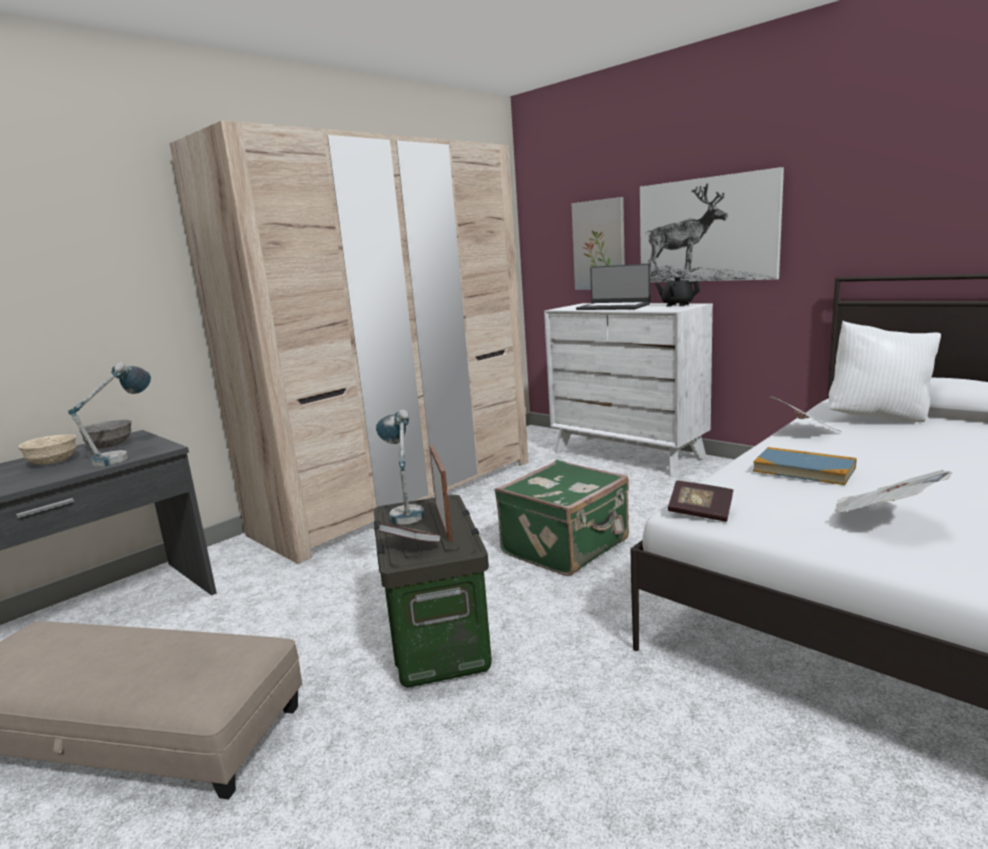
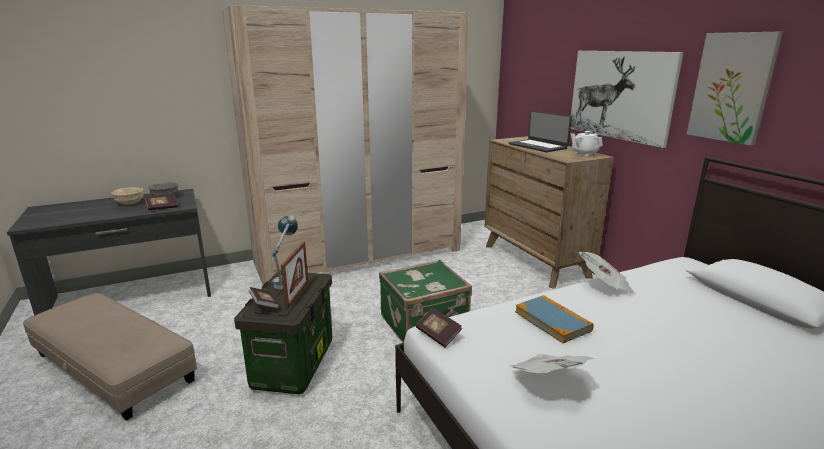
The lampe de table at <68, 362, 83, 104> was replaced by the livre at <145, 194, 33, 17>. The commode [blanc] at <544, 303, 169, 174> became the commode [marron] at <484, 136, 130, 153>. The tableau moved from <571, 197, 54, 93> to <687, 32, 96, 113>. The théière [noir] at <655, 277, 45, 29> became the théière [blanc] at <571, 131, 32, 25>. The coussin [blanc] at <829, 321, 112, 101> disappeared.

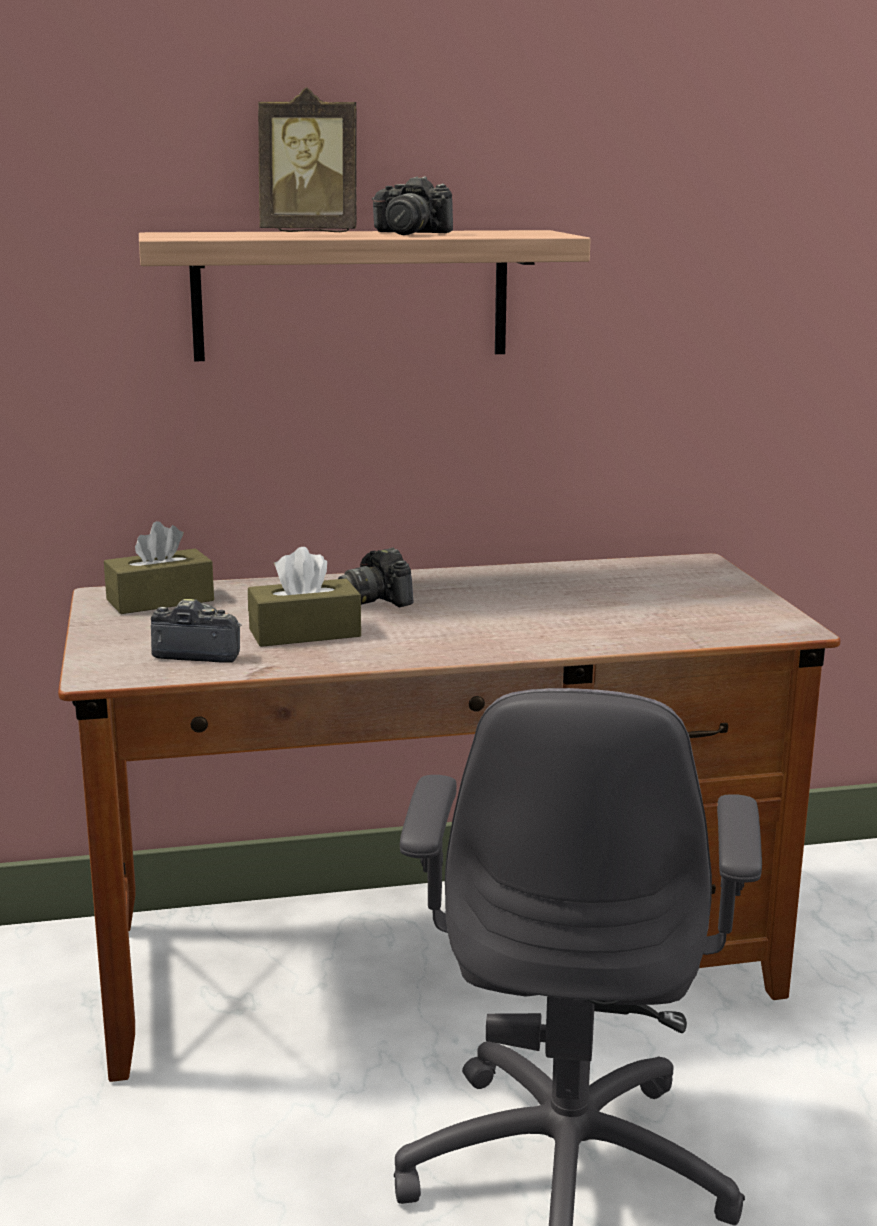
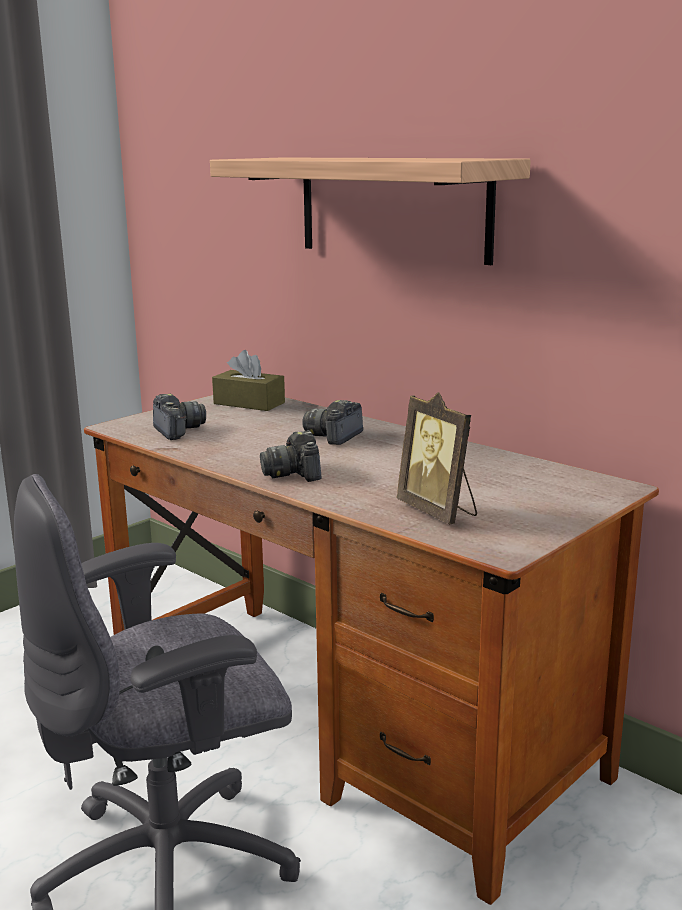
The boîte à mouchoirs [marron] at <248, 547, 113, 100> disappeared. The cadre photo moved from <258, 87, 99, 145> to <396, 392, 81, 132>. The appareil photo moved from <372, 176, 81, 59> to <260, 430, 61, 52>.

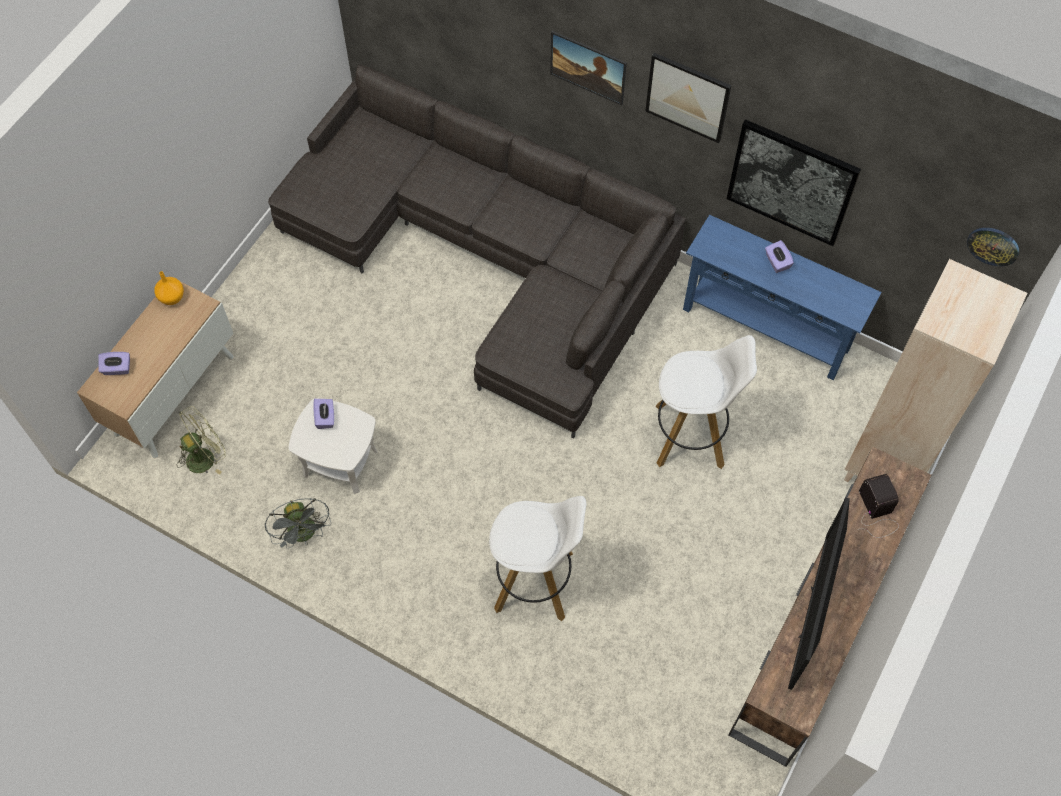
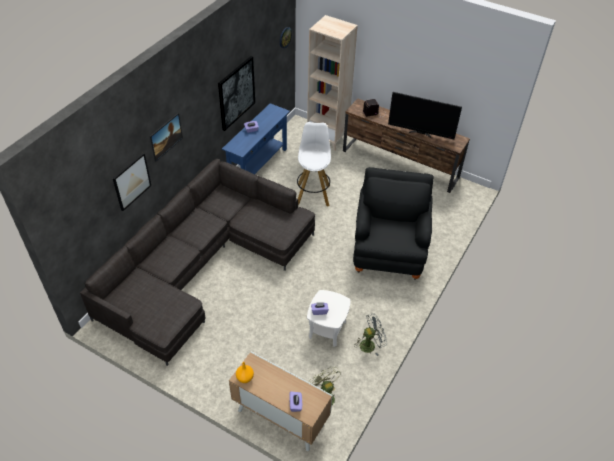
The tabouret [blanc] at <489, 496, 98, 125> was replaced by the fauteuil [noir] at <353, 167, 81, 113>. The tableau moved from <645, 53, 86, 90> to <112, 153, 39, 58>.

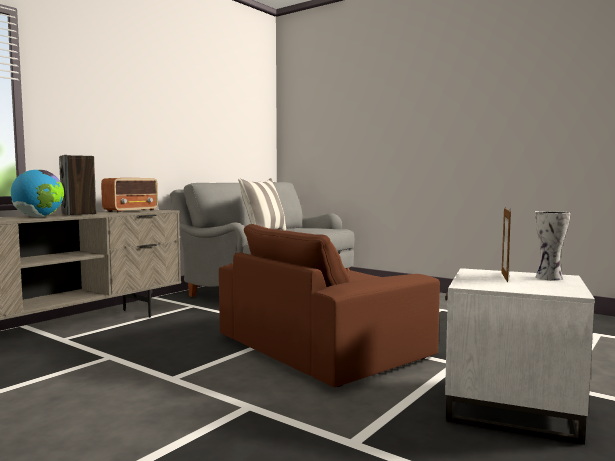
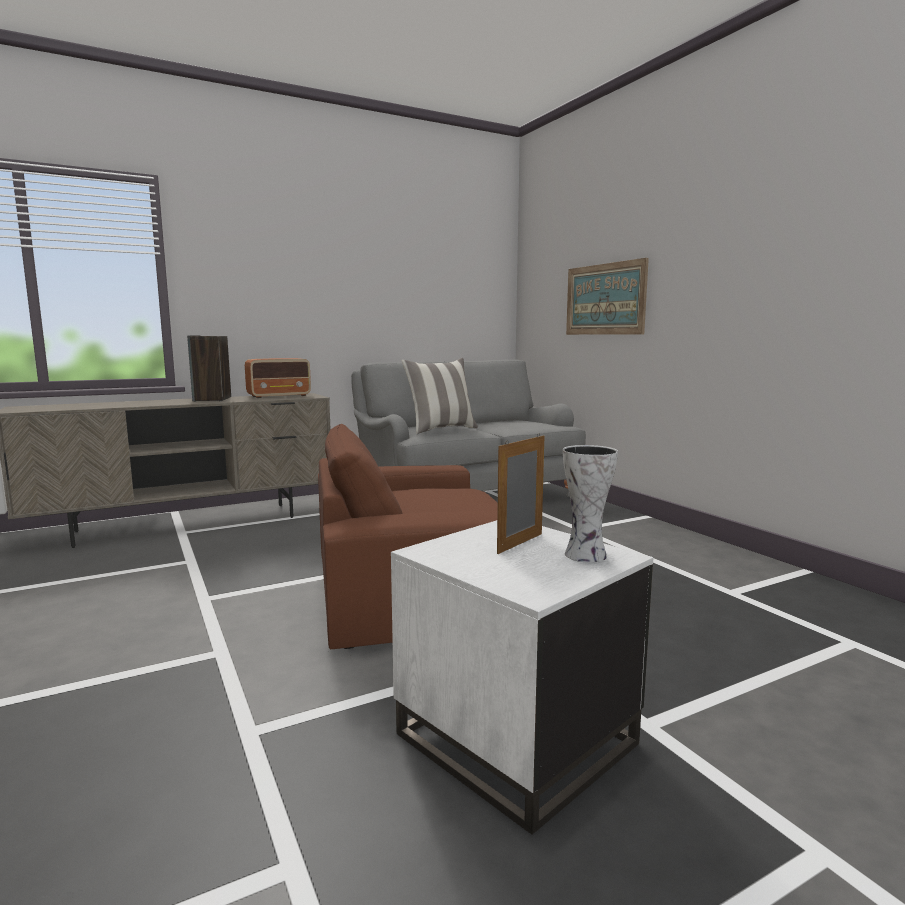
The globe at <11, 170, 53, 47> disappeared. The tableau at <566, 258, 83, 77> appeared.

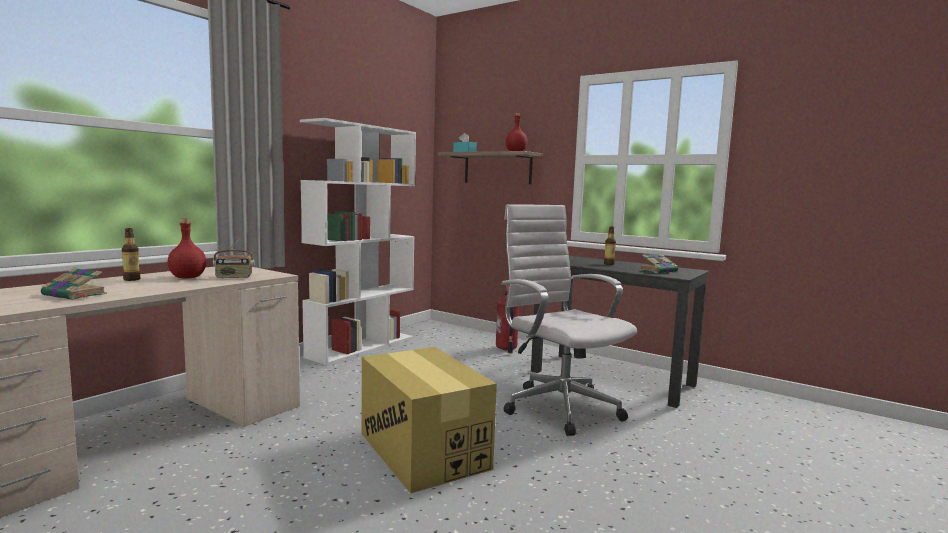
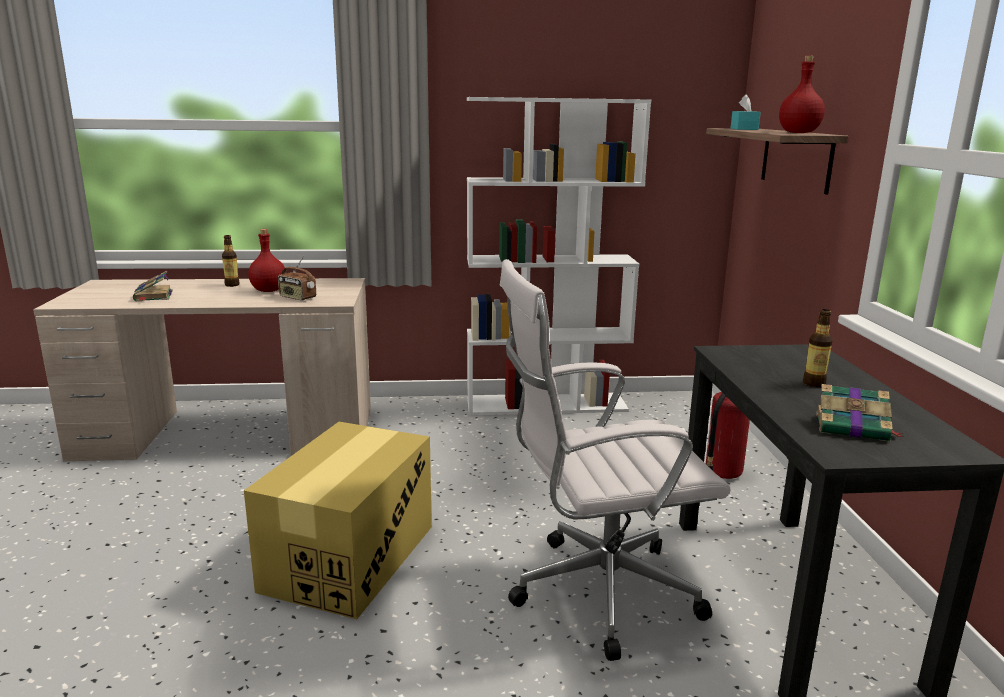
The chaise de bureau [blanc] at <501, 204, 136, 232> turned 120 degrees counterclockwise.

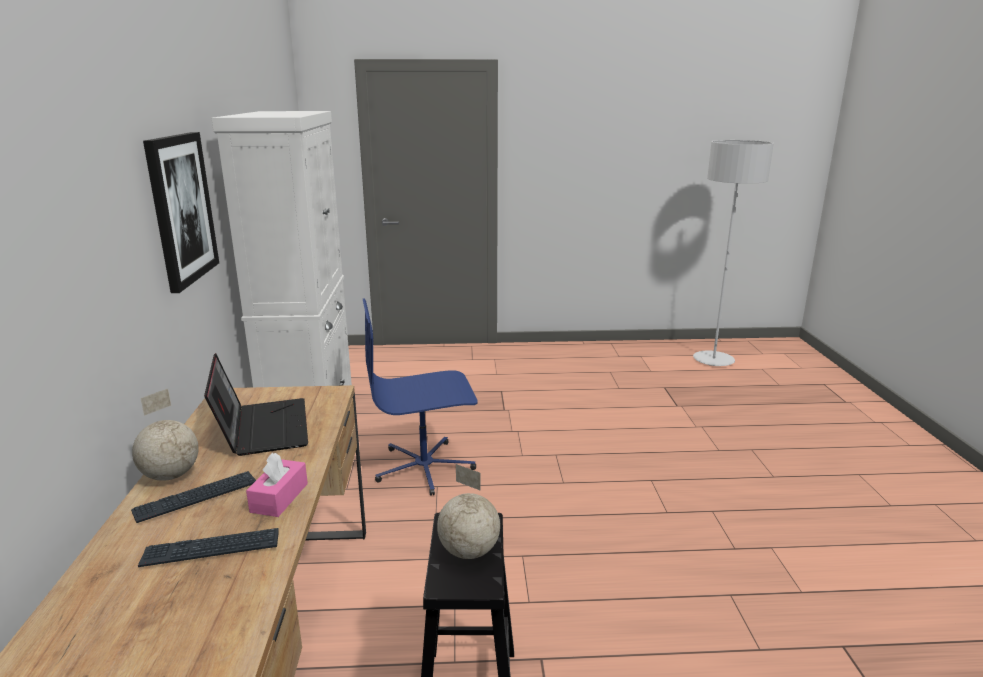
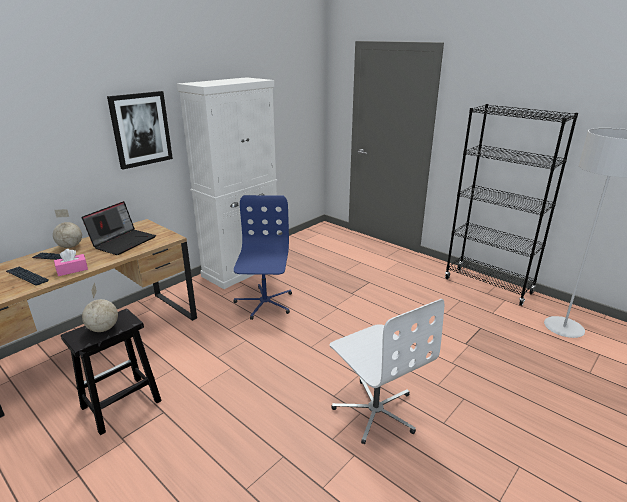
The chaise de bureau [bleu] at <362, 298, 116, 198> turned 60 degrees clockwise. The chaise de bureau [blanc] at <330, 299, 114, 145> appeared. The bibliothèque [noir] at <445, 104, 133, 202> appeared.

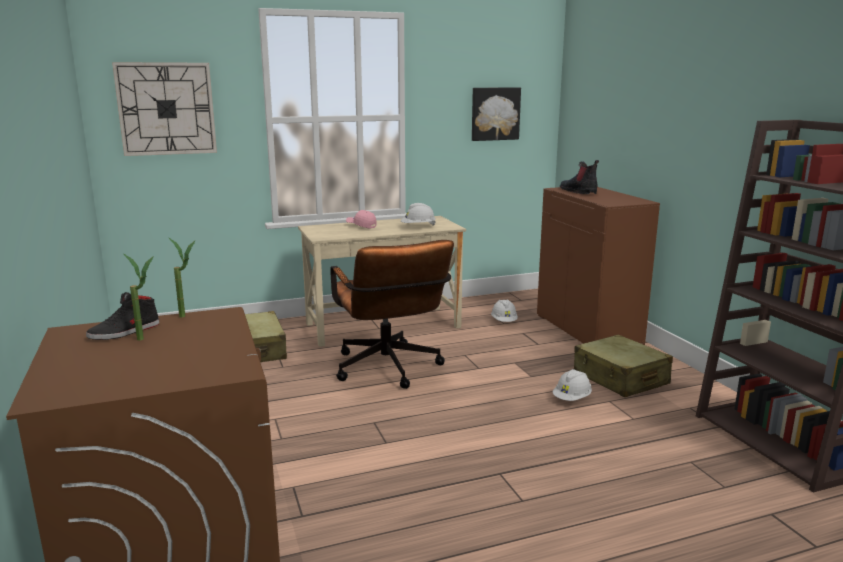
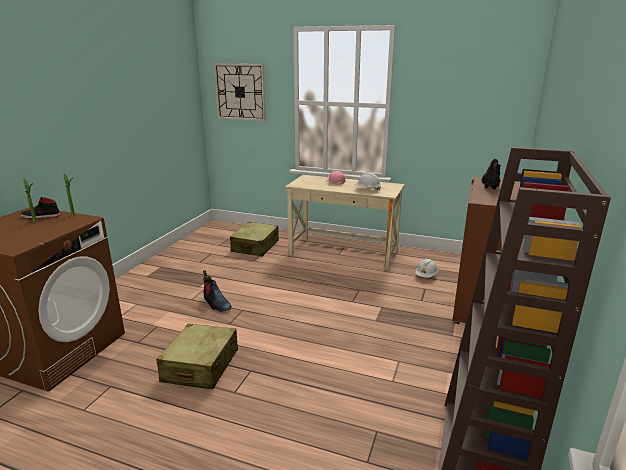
The chaise de bureau [marron] at <330, 240, 124, 149> disappeared. The tableau at <472, 87, 49, 54> disappeared. The casque de chantier [blanc] at <553, 369, 39, 32> disappeared. The valise [beige] moved from <574, 334, 99, 63> to <156, 324, 82, 65>. The botte at <203, 270, 29, 42> appeared.

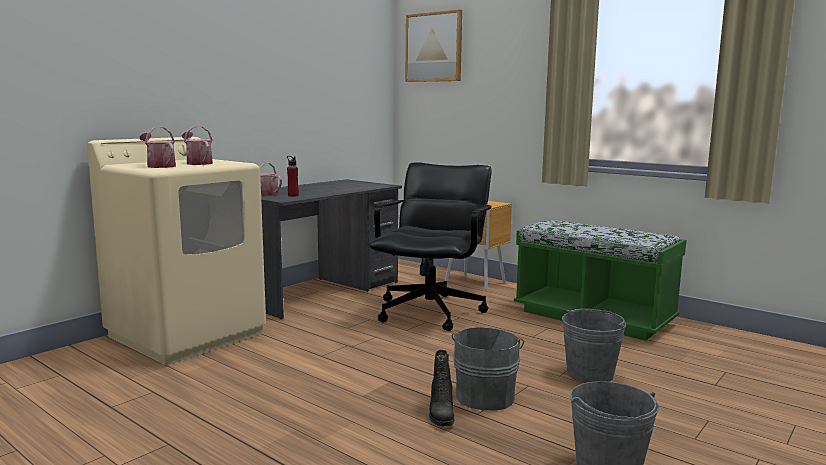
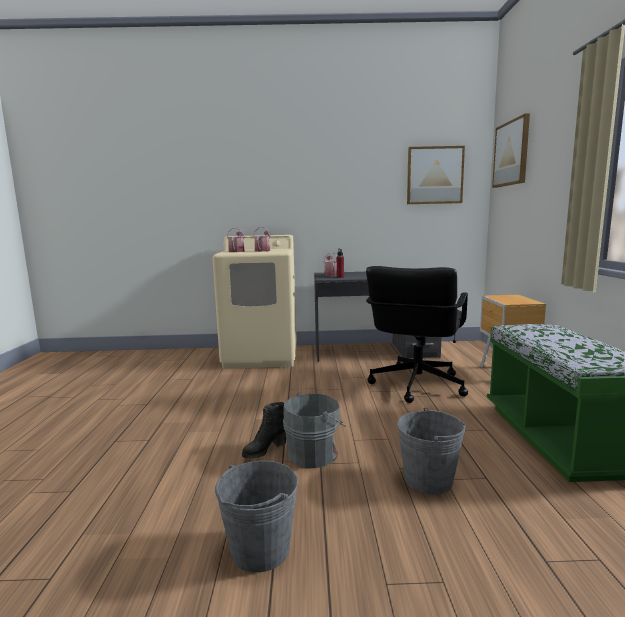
The chaise de bureau [noir] at <369, 162, 123, 169> turned 135 degrees clockwise. The tableau at <407, 146, 58, 58> appeared.

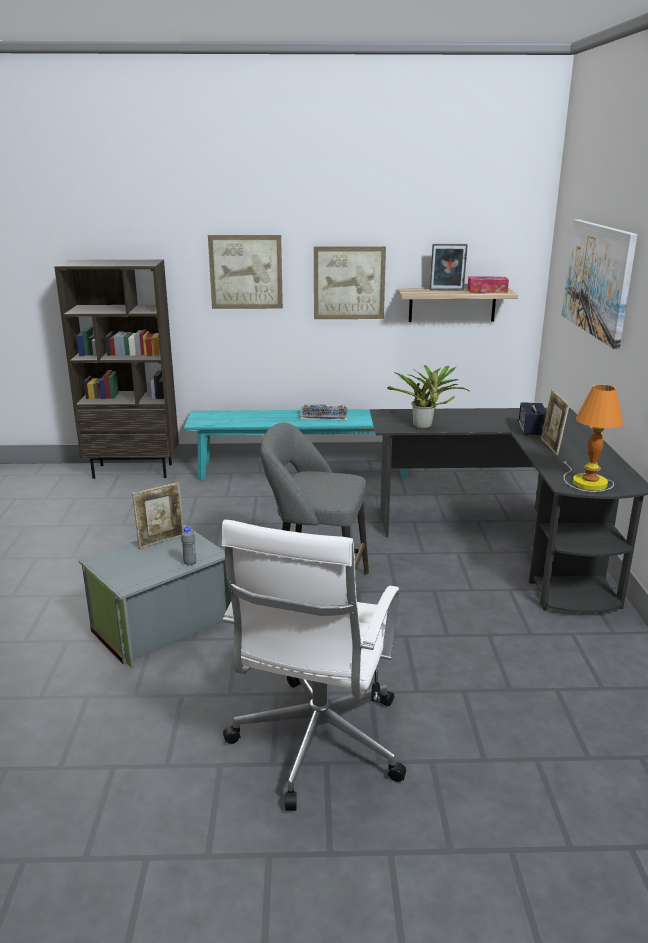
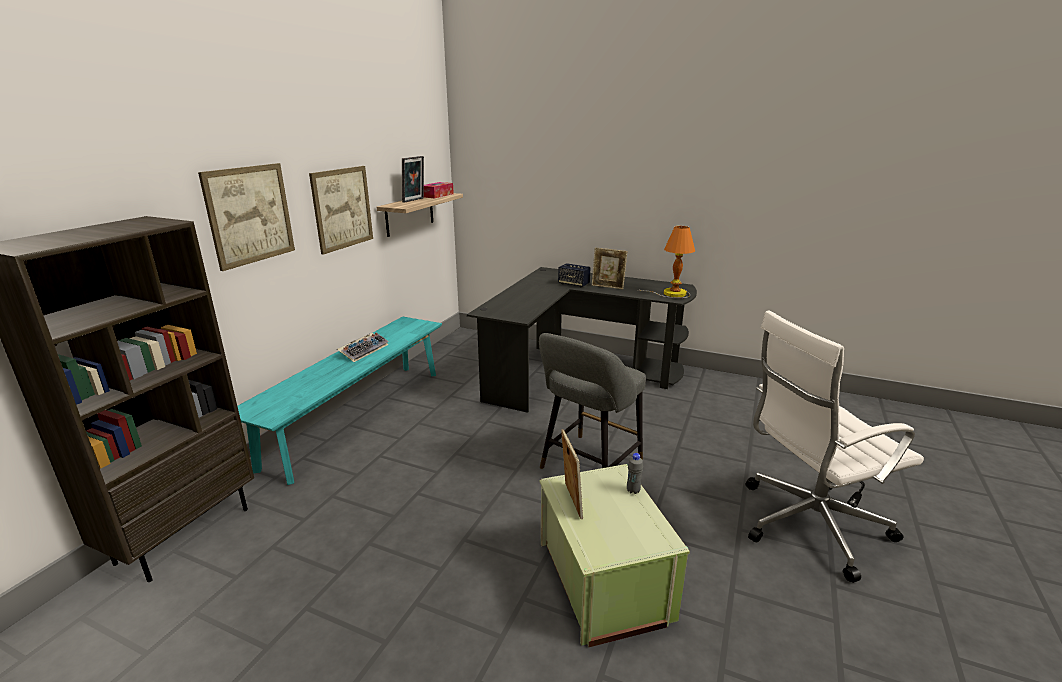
The boîte de rangement [gris] at <78, 525, 153, 144> became the boîte de rangement [vert] at <540, 464, 150, 183>. The chaise de bureau [blanc] at <222, 520, 184, 291> turned 120 degrees clockwise. The plante en pot at <387, 365, 82, 64> disappeared. The tableau at <562, 219, 75, 130> disappeared.

